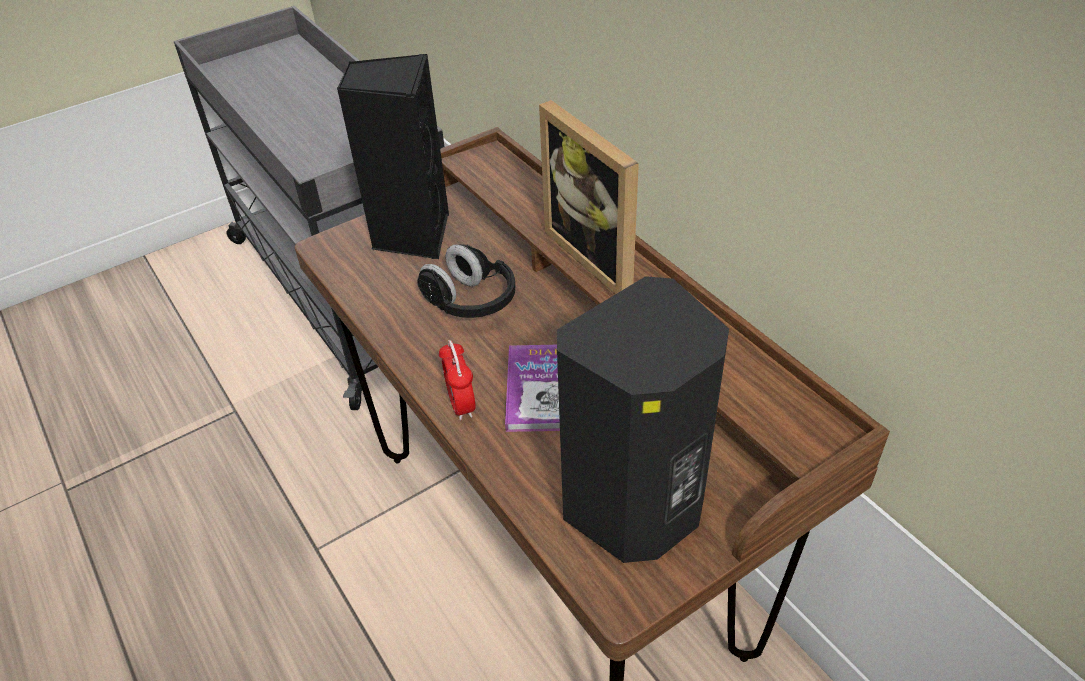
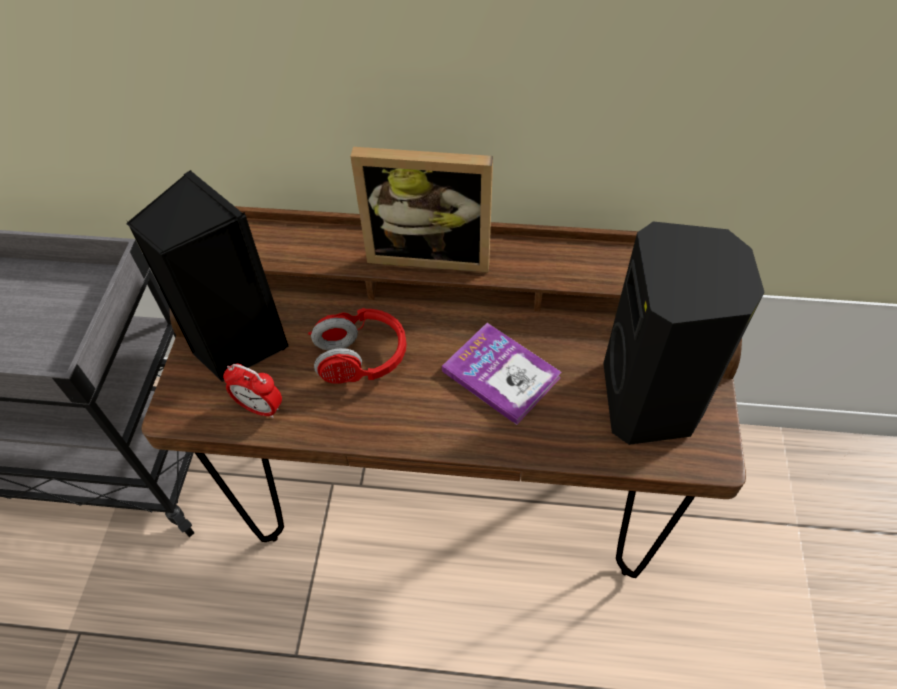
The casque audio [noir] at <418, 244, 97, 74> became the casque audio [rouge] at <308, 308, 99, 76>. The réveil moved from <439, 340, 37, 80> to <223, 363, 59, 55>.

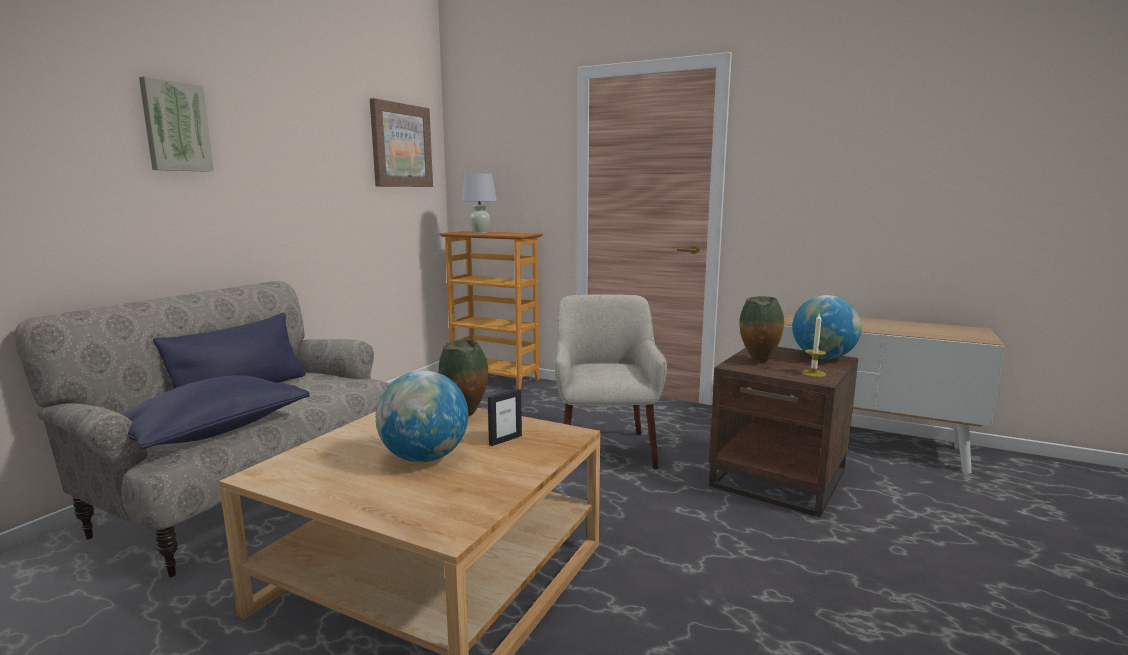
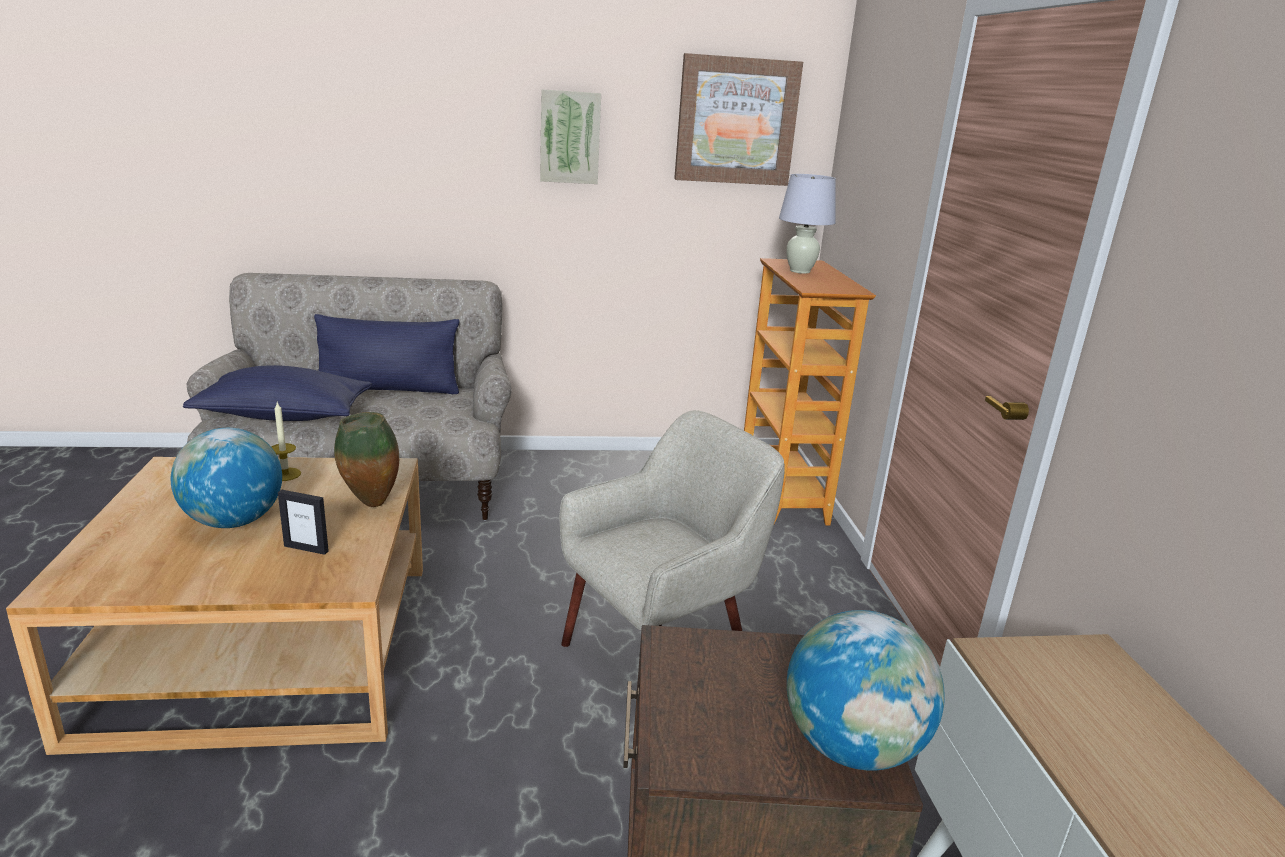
The tableau moved from <139, 76, 75, 96> to <540, 89, 61, 95>. The vase at <739, 296, 45, 67> disappeared. The bougie moved from <801, 313, 25, 64> to <271, 402, 30, 79>.

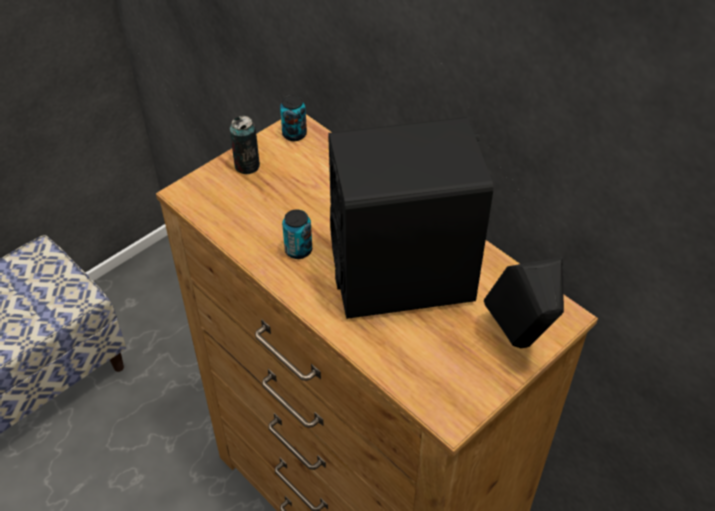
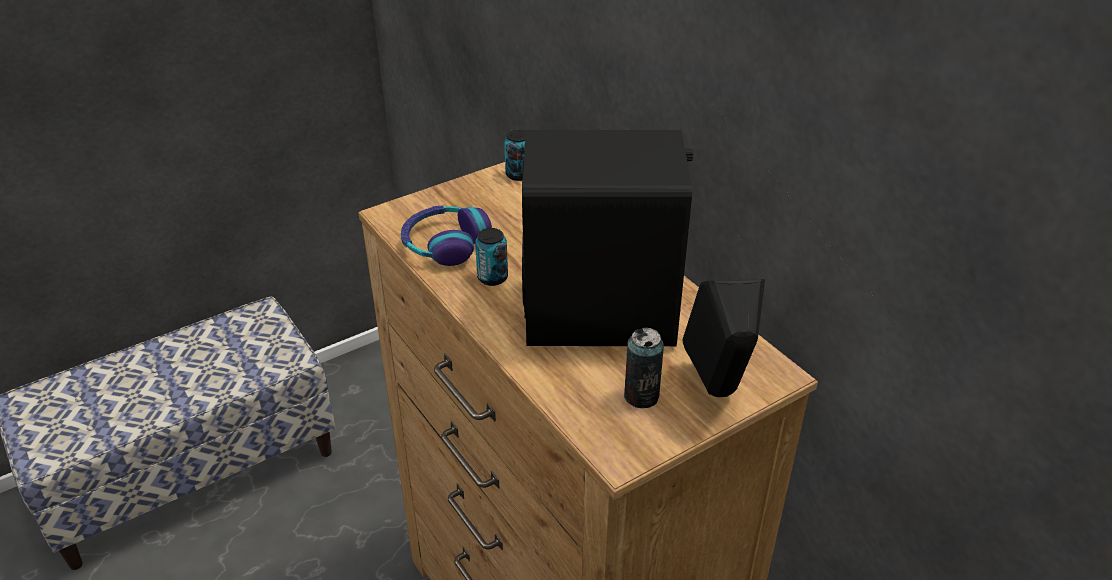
The boîte métallique moved from <230, 116, 30, 58> to <624, 327, 40, 81>. The casque audio at <401, 206, 91, 60> appeared.

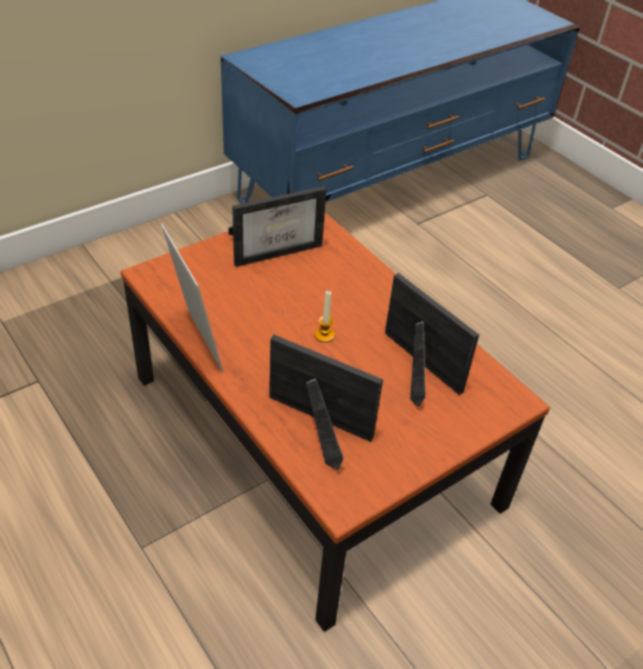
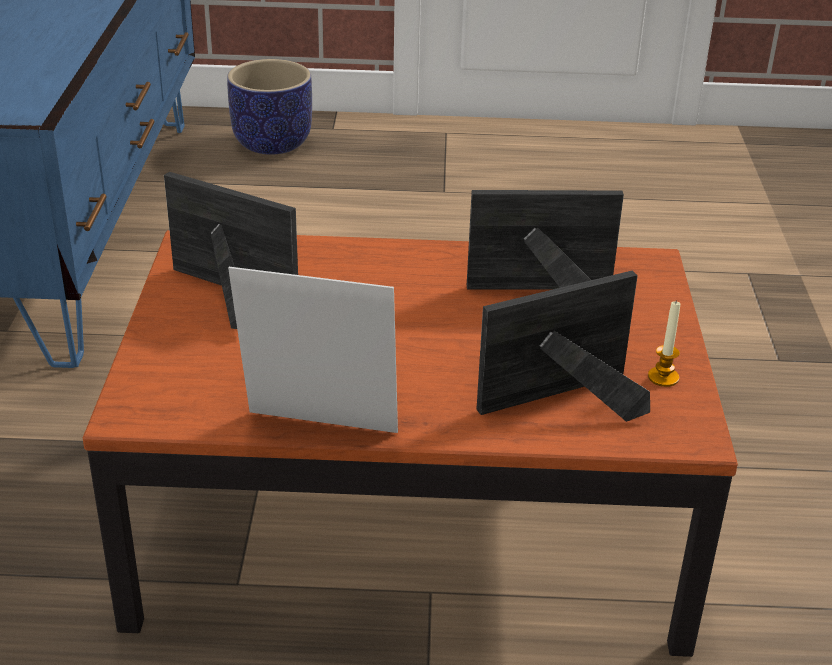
The cadre photo at <228, 186, 98, 81> turned 75 degrees counterclockwise. The bougie moved from <315, 291, 20, 51> to <648, 300, 32, 87>. The cache-pot at <227, 59, 85, 96> appeared.

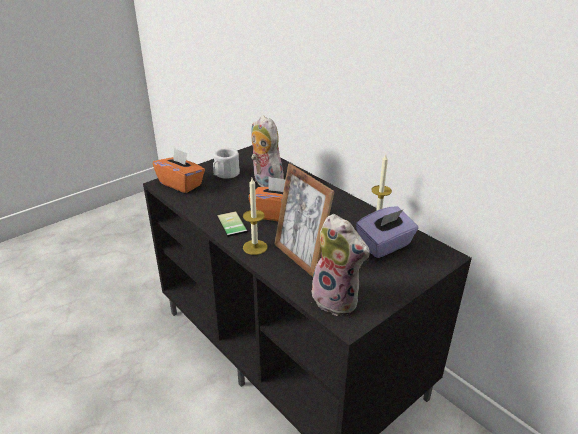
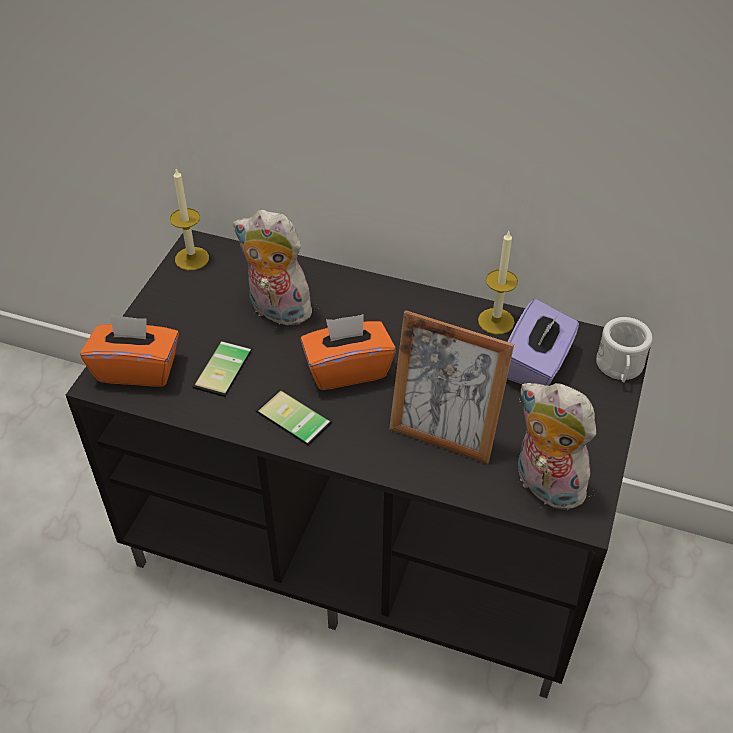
The mug [blanc] moved from <213, 148, 27, 31> to <596, 317, 57, 66>. The bougie moved from <243, 178, 24, 77> to <170, 169, 39, 101>. The peluche at <312, 214, 58, 102> turned 150 degrees counterclockwise. The téléphone at <193, 340, 59, 57> appeared.

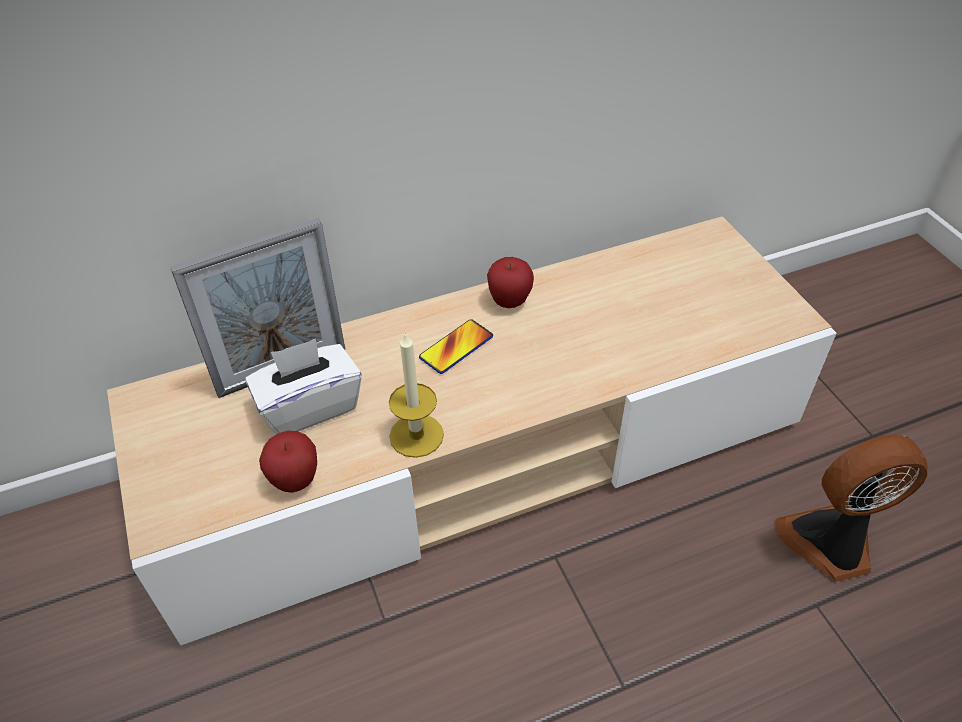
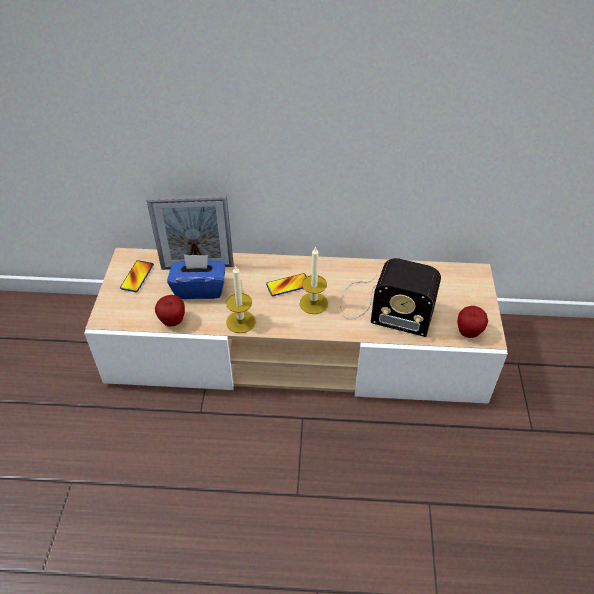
The boîte à mouchoirs [blanc] at <245, 339, 117, 95> became the boîte à mouchoirs [bleu] at <167, 254, 59, 45>. The pomme moved from <487, 257, 47, 51> to <458, 306, 30, 32>. The ventilateur at <775, 435, 153, 146> disappeared. The téléphone at <120, 260, 34, 32> appeared. The bougie at <300, 246, 28, 68> appeared. The radio at <341, 258, 100, 79> appeared.

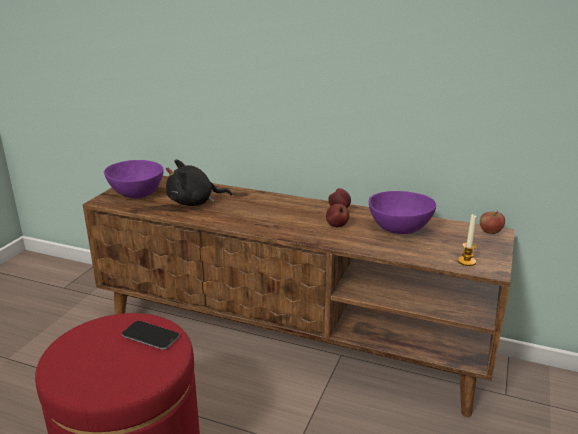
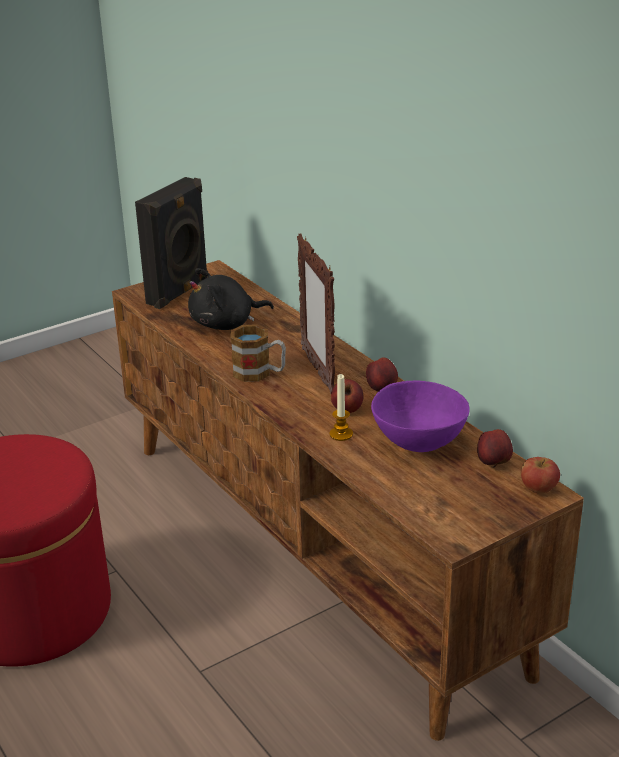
The bol [violet] at <104, 160, 60, 39> was replaced by the enceinte [noir] at <135, 177, 73, 132>. The téléphone at <122, 321, 58, 29> disappeared. The peluche [noir] at <166, 160, 66, 46> turned 45 degrees counterclockwise. The bougie moved from <458, 214, 18, 52> to <330, 374, 23, 67>. The mug at <230, 324, 56, 58> appeared. The cadre photo at <297, 233, 38, 161> appeared. The pomme at <477, 429, 36, 39> appeared.

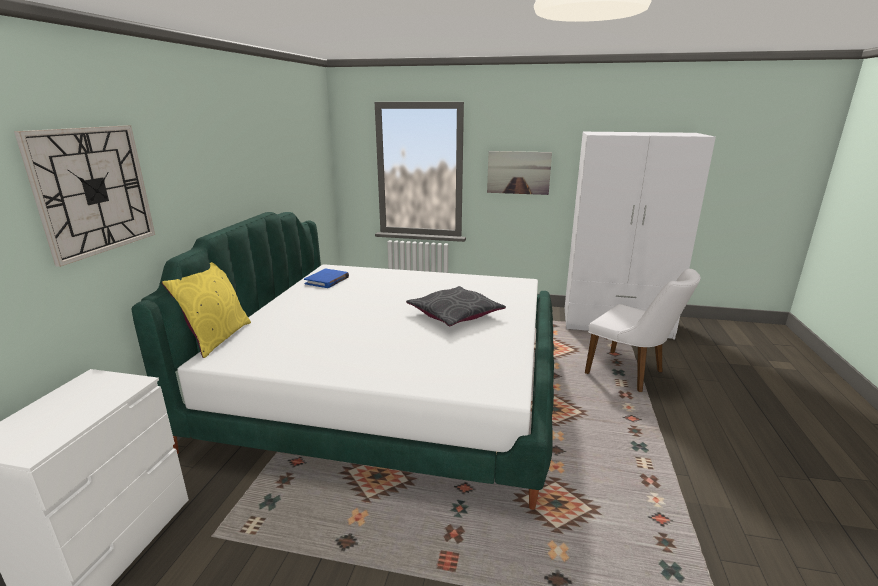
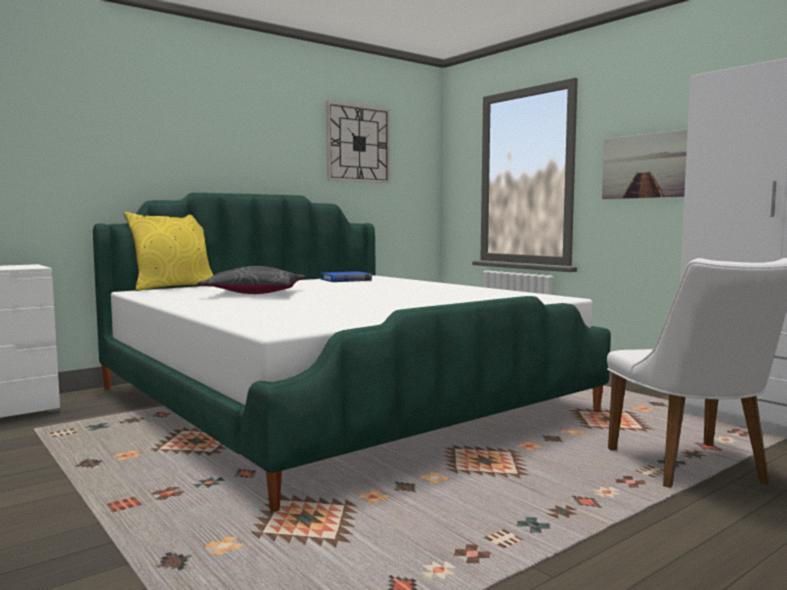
The horloge murale moved from <14, 125, 141, 142> to <326, 101, 64, 82>. The coussin [gris] moved from <406, 286, 100, 40> to <197, 266, 109, 28>.

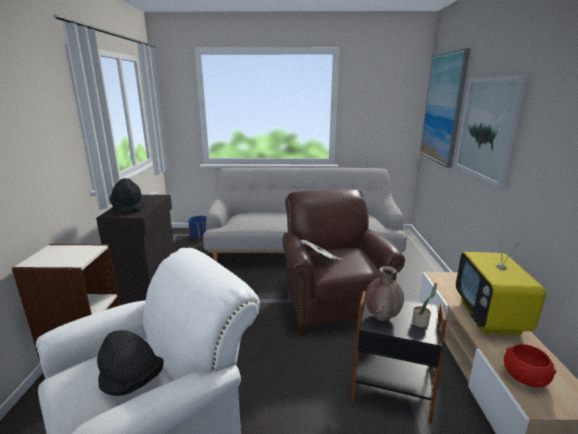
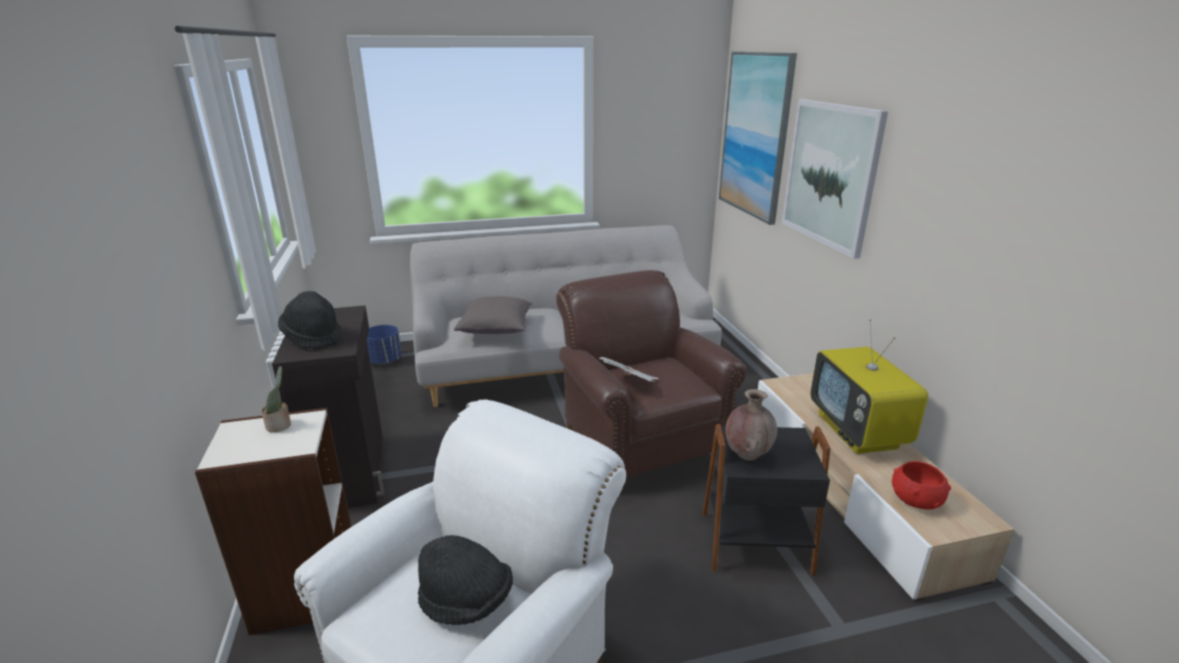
The plante en pot moved from <412, 283, 25, 45> to <261, 366, 30, 66>. The coussin [gris] at <454, 296, 78, 38> appeared.

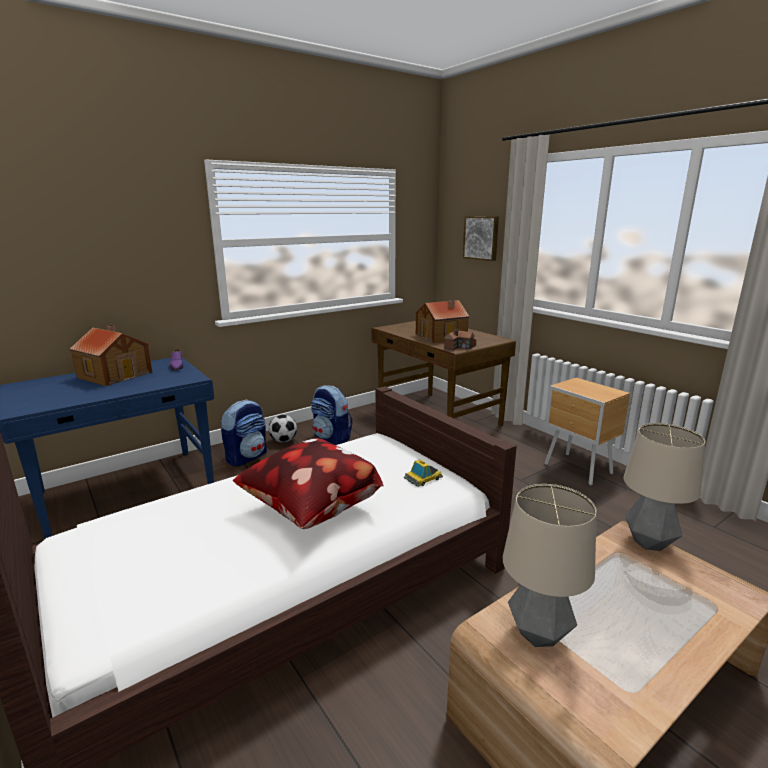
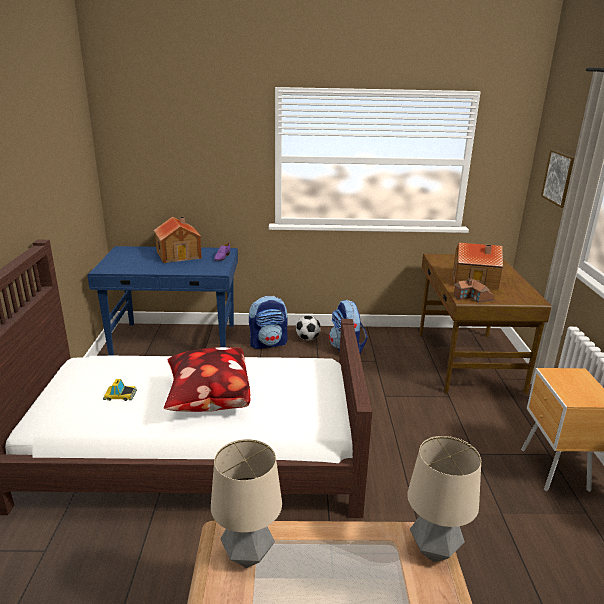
The petite voiture moved from <404, 460, 39, 27> to <103, 379, 34, 22>.

